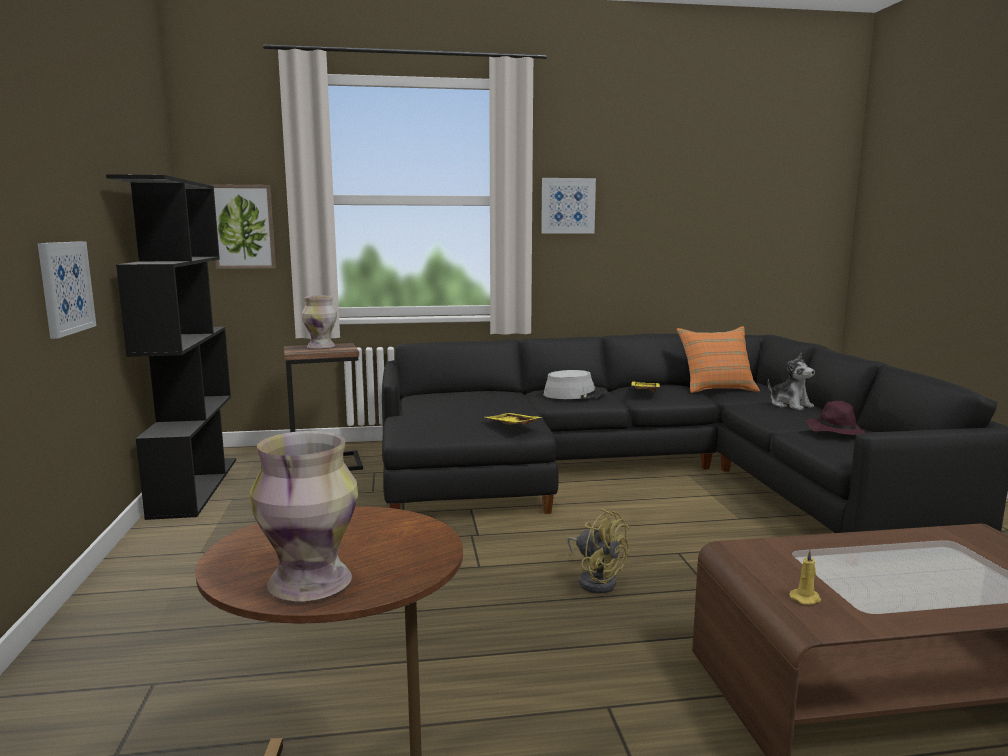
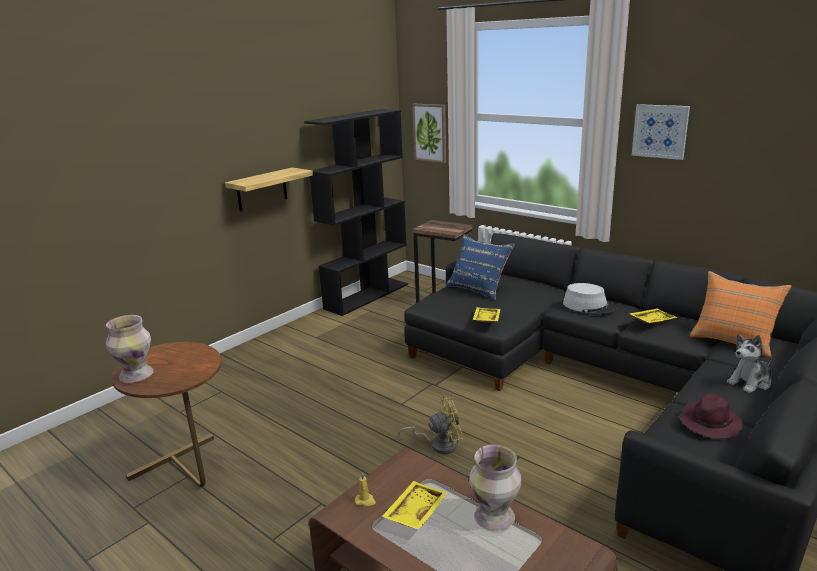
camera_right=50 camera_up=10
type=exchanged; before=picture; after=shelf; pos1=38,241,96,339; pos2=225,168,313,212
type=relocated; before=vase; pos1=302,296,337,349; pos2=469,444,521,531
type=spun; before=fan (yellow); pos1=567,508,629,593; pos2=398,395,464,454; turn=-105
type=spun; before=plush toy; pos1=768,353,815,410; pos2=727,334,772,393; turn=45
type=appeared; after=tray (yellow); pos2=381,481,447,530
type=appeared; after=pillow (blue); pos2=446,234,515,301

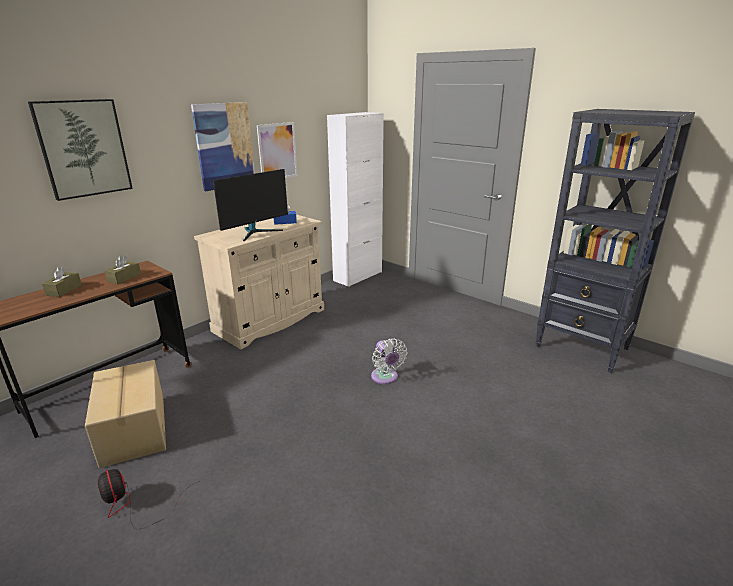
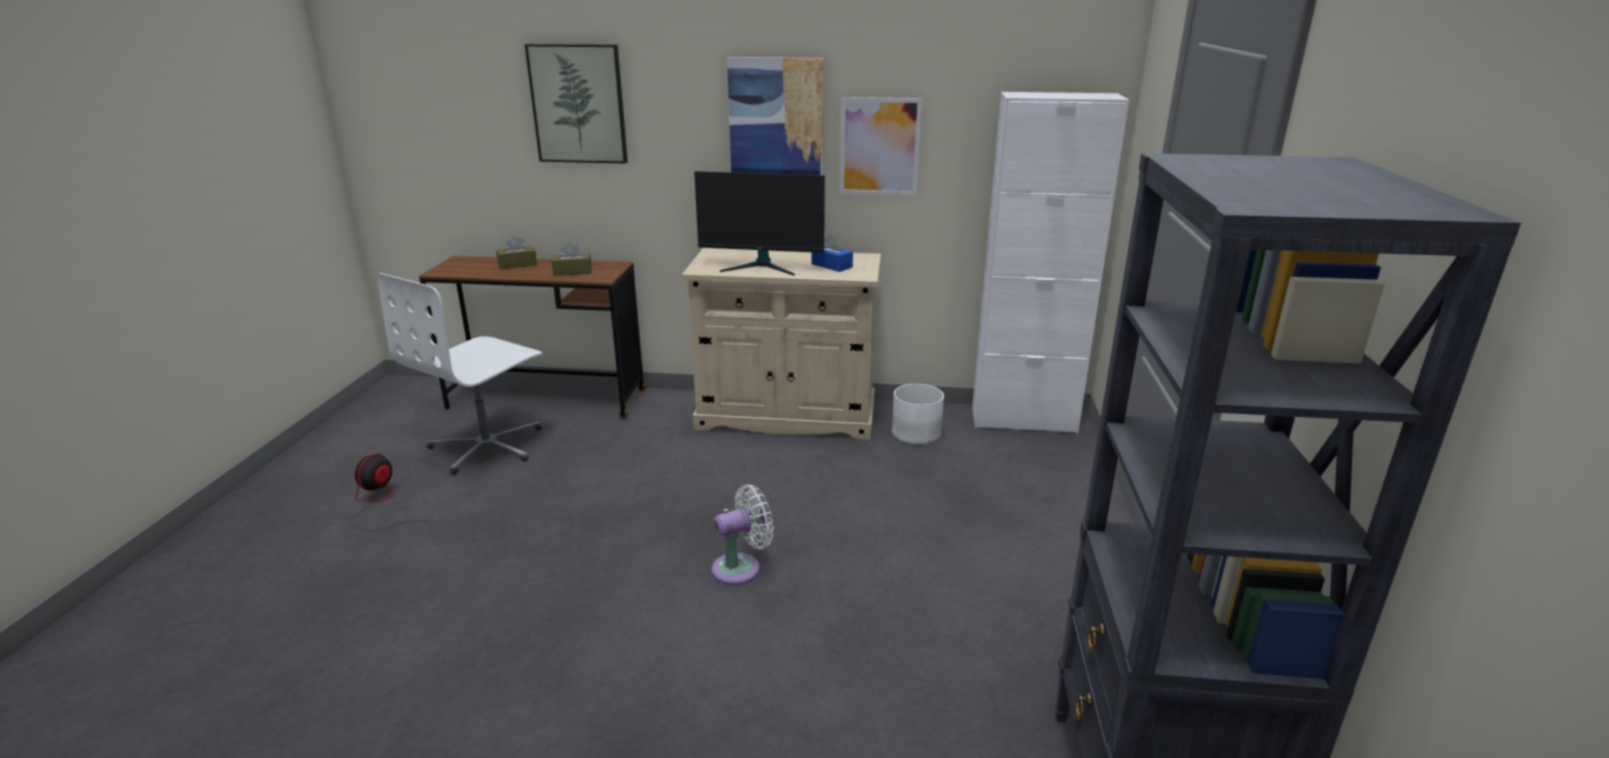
camera_right=55 camera_up=0
type=exchanged; before=cardboard box; after=office chair (white); pos1=85,360,166,468; pos2=378,273,542,475
type=spun; before=fan (white); pos1=371,339,407,384; pos2=712,484,774,585; turn=-150
type=appeared; after=planter (white); pos2=892,384,944,444

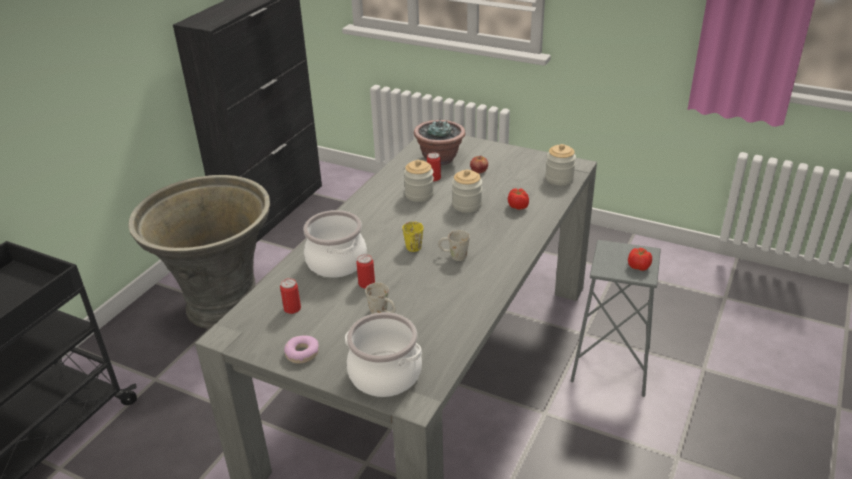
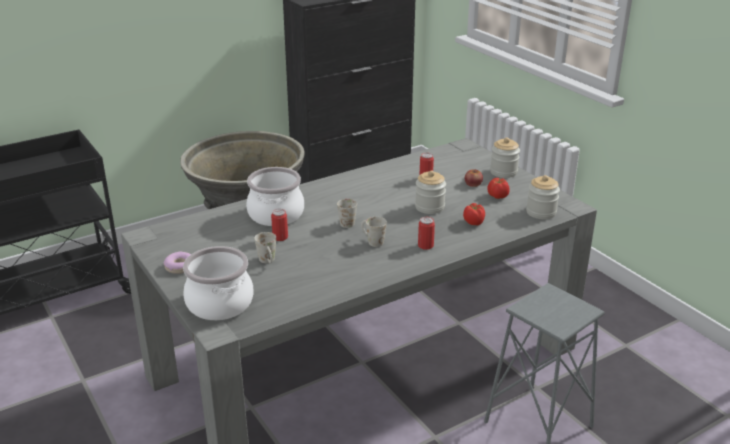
camera_right=30 camera_up=-5
type=relocated; before=can; pos1=280,278,301,314; pos2=418,217,435,250
type=colour; before=mug (yellow); after=mug (white); pos1=402,221,423,252; pos2=337,199,357,228
type=relocated; before=jar; pos1=404,160,434,202; pos2=490,137,520,178
type=missing; before=potted plant; pos1=414,119,465,165
type=relocated; before=tomato; pos1=628,248,652,271; pos2=487,178,510,199

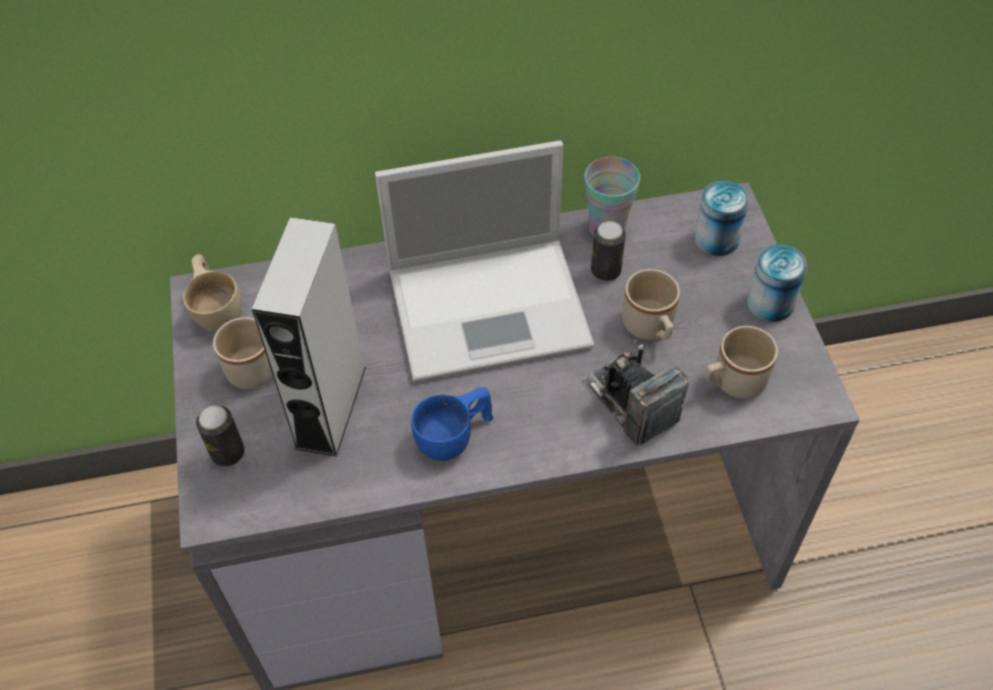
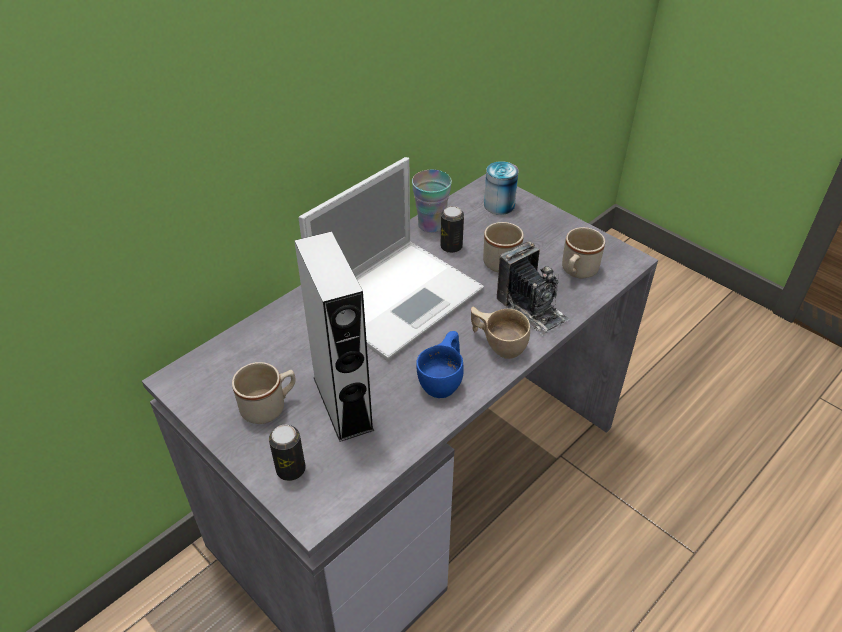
camera_right=-35 camera_up=-10
type=relocated; before=cup (beige); pos1=183,254,242,333; pos2=471,306,530,359
type=spun; before=photo camera; pos1=583,340,689,446; pos2=497,242,570,336; turn=-150
type=missing; before=can; pos1=747,244,807,322

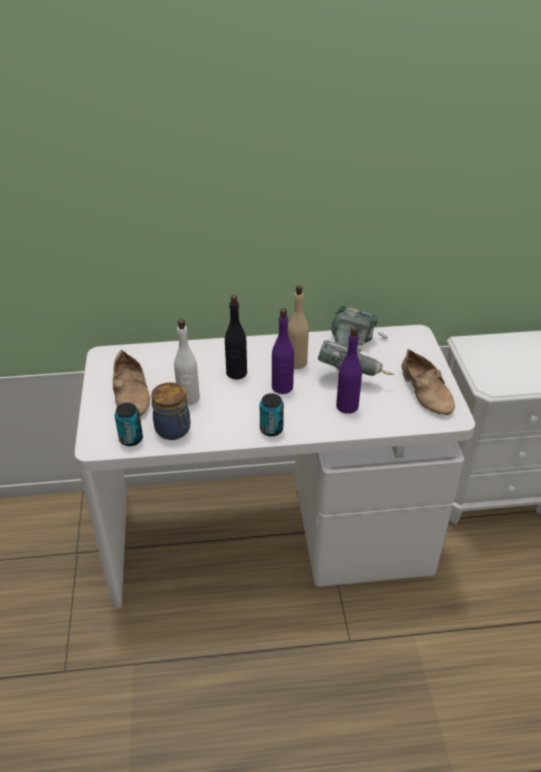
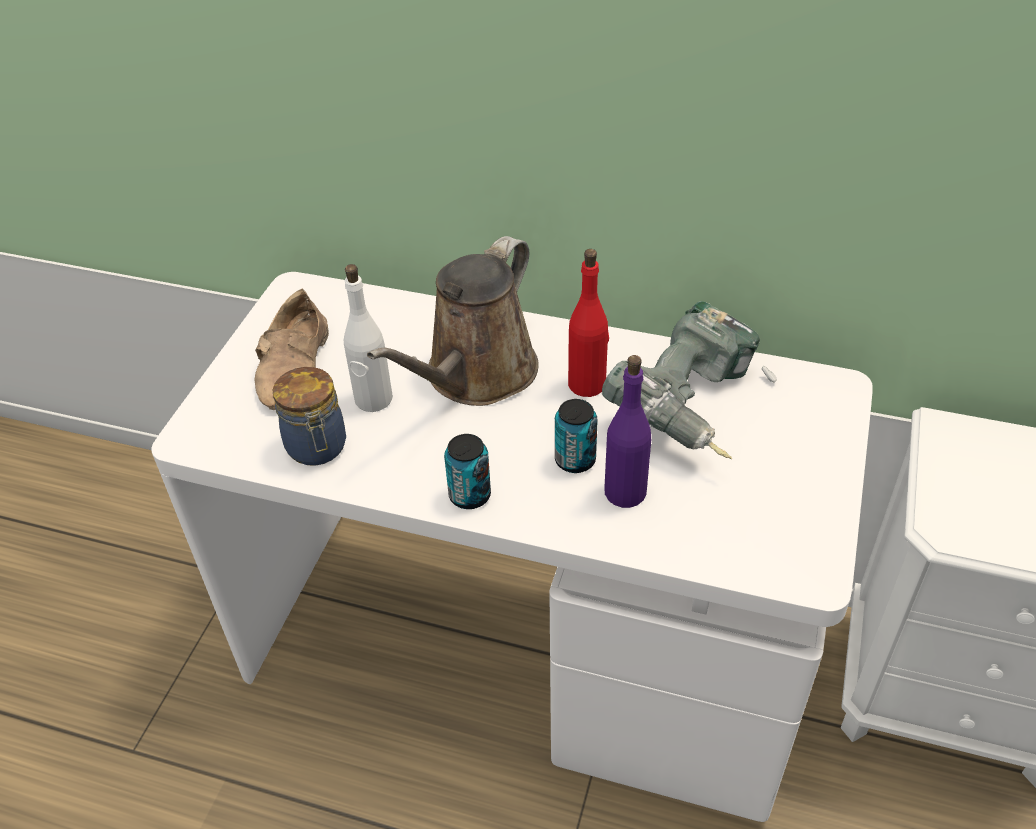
camera_right=25 camera_up=5
type=relocated; before=can; pos1=115,403,143,446; pos2=555,399,598,473
type=exchanged; before=bottle (black); after=watering can (brown); pos1=225,295,247,379; pos2=367,236,539,406
type=missing; before=bottle (purple); pos1=272,308,294,394
type=colour; before=bottle (beige); after=bottle (red); pos1=288,285,309,369; pos2=568,249,609,397
type=missing; before=shoe (beige); pos1=402,349,455,415

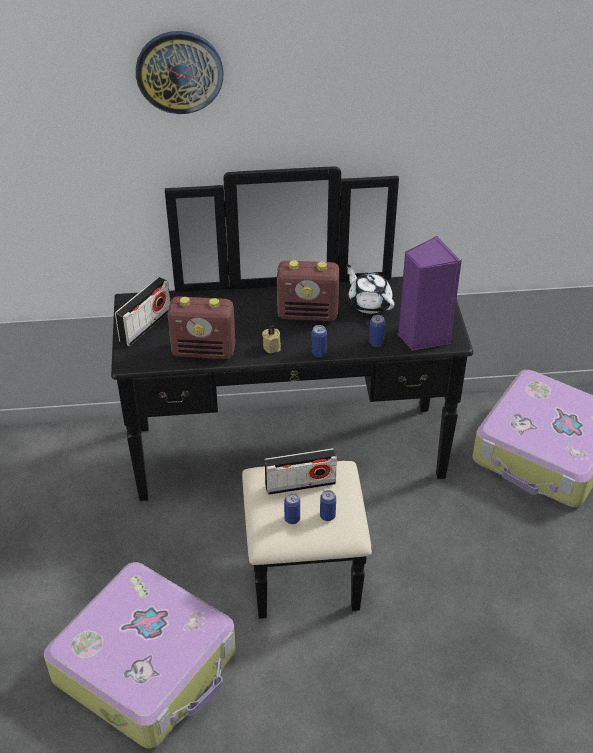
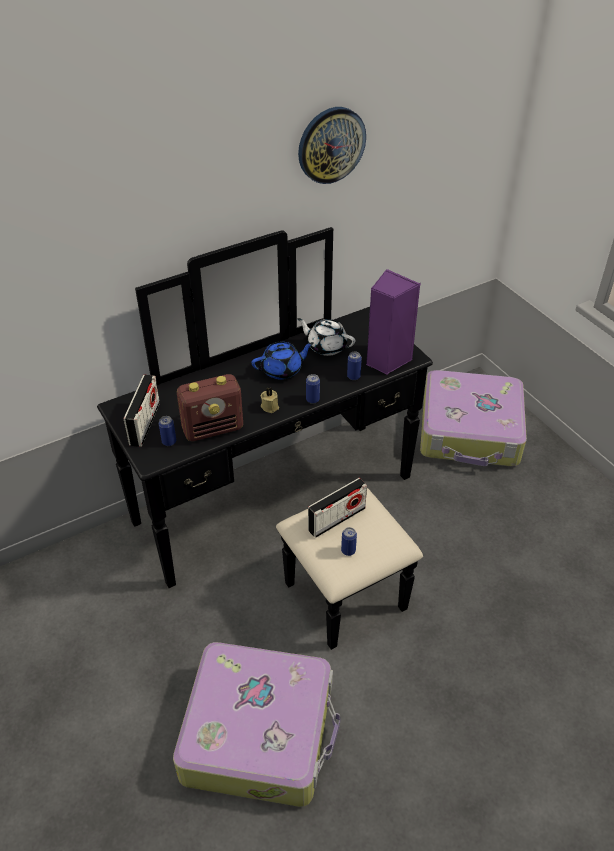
camera_right=-25 camera_up=0
type=relocated; before=wall clock; pos1=136,31,224,114; pos2=298,107,366,184
type=exchanged; before=radio; after=teapot (blue); pos1=277,260,340,321; pos2=252,342,314,379
type=relocated; before=can; pos1=320,490,336,521; pos2=159,416,176,446

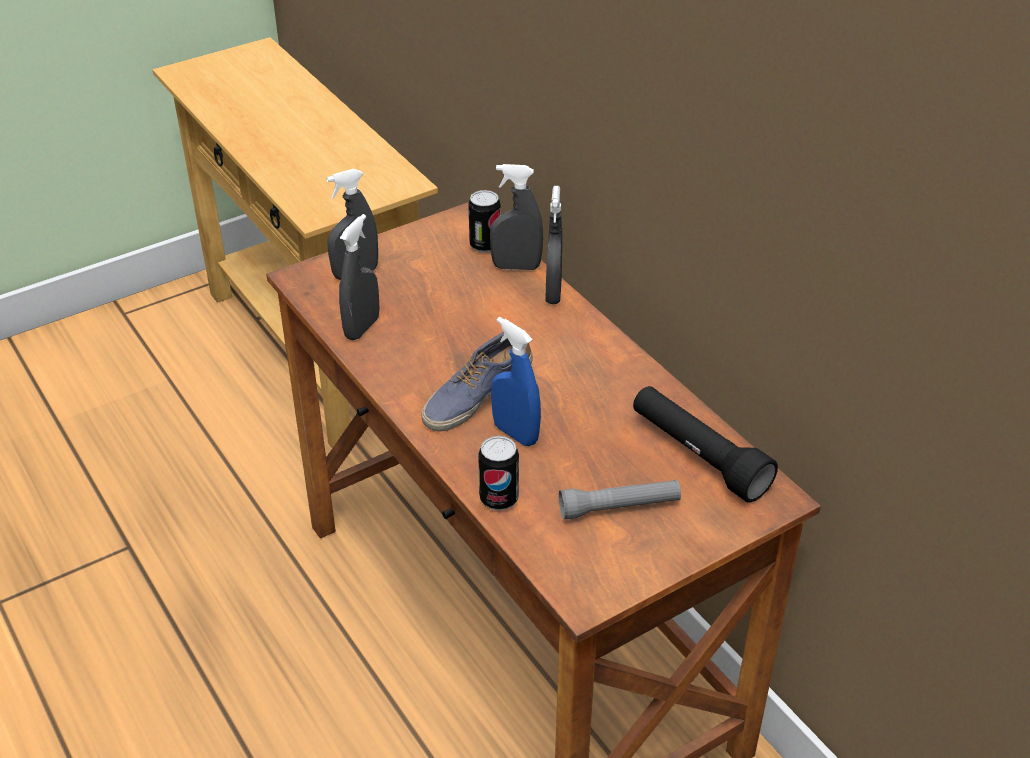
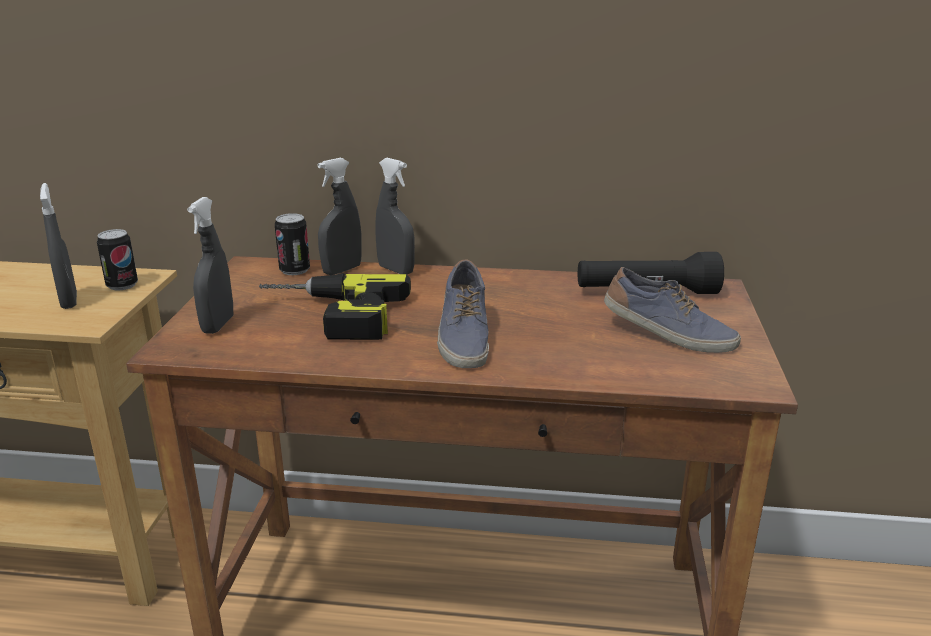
camera_right=-50 camera_up=-15
type=relocated; before=spray bottle (grey); pos1=339,214,379,340; pos2=40,183,77,309
type=relocated; before=can; pos1=478,436,519,511; pos2=97,229,138,291
type=missing; before=spray bottle (blue); pos1=491,317,541,446
type=exchanged; before=flashlight (grey); after=shoe; pos1=559,480,681,520; pos2=604,267,741,353
type=appeared; after=power drill; pos2=259,273,411,340

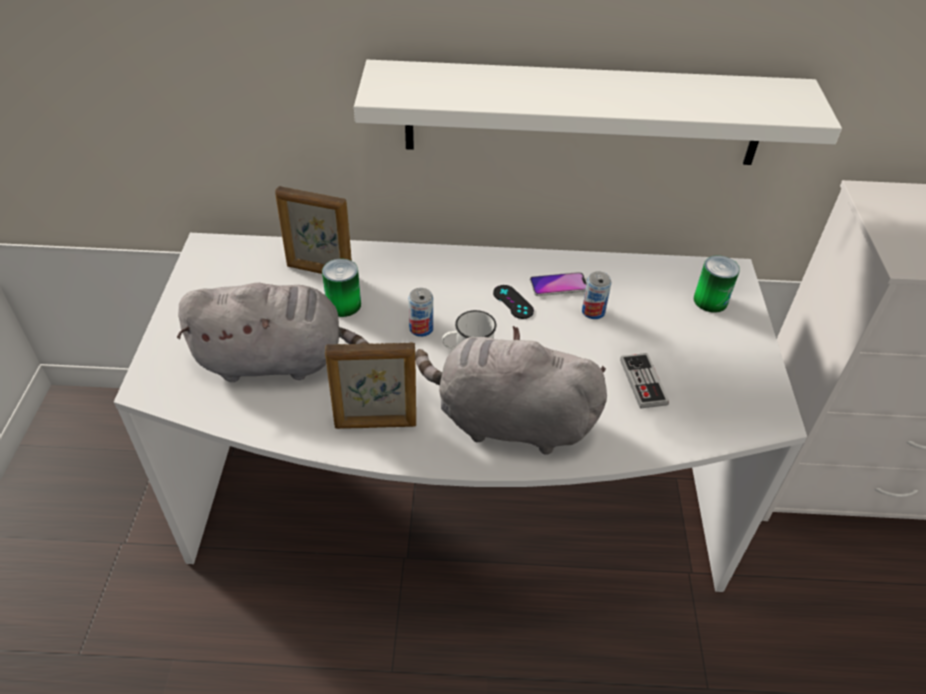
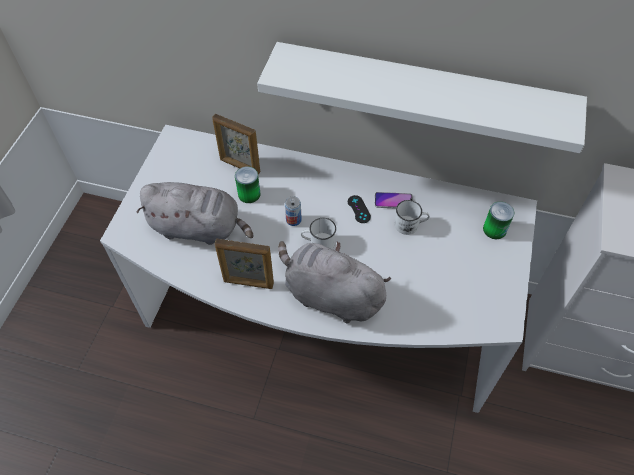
camera_right=15 camera_up=10
type=exchanged; before=can; after=mug (white); pos1=582,271,611,319; pos2=395,200,430,235
type=missing; before=game controller; pos1=620,353,669,409

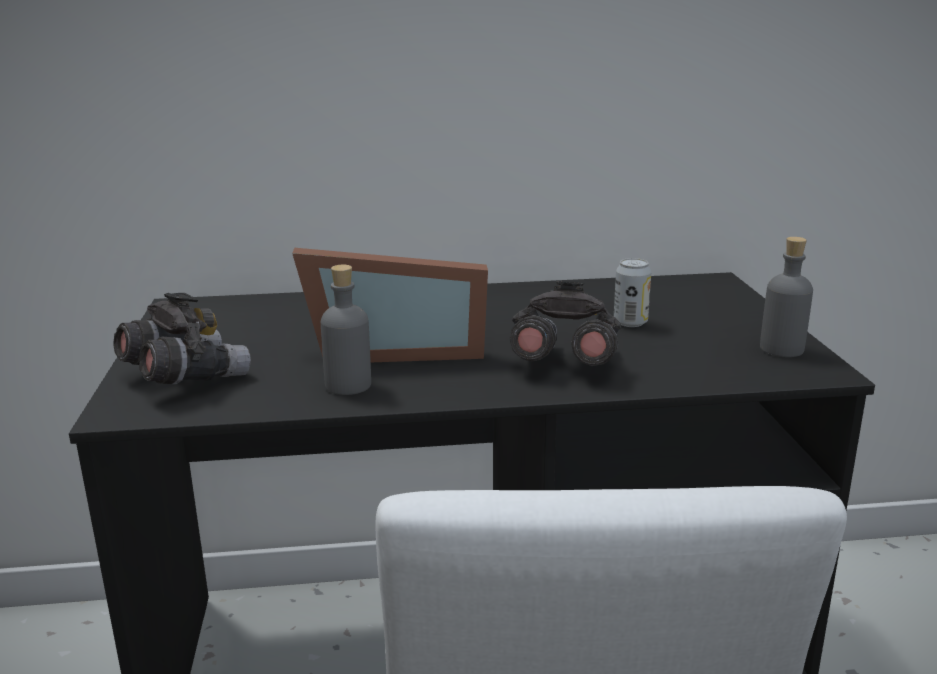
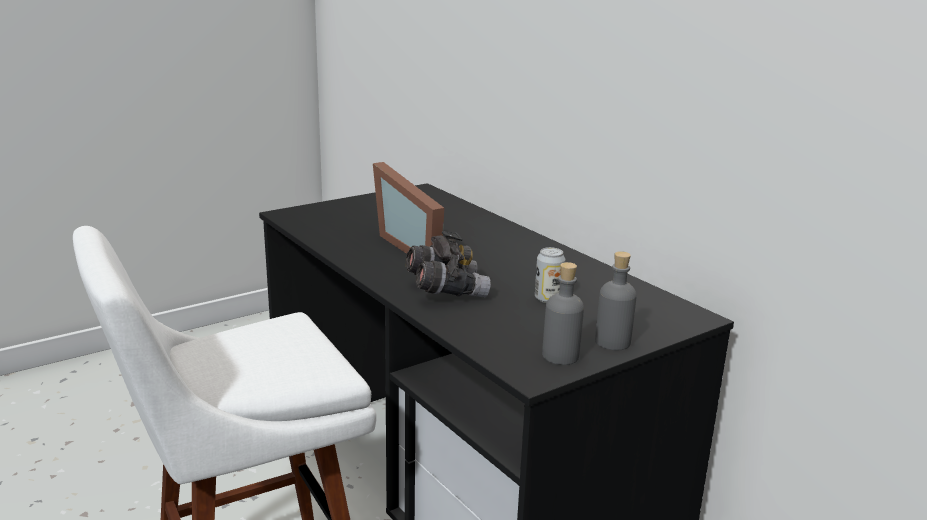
camera_right=60 camera_up=0
type=missing; before=binoculars (grey); pos1=113,293,251,384
type=relocated; before=bottle (grey); pos1=321,265,371,395; pos2=595,251,637,350

